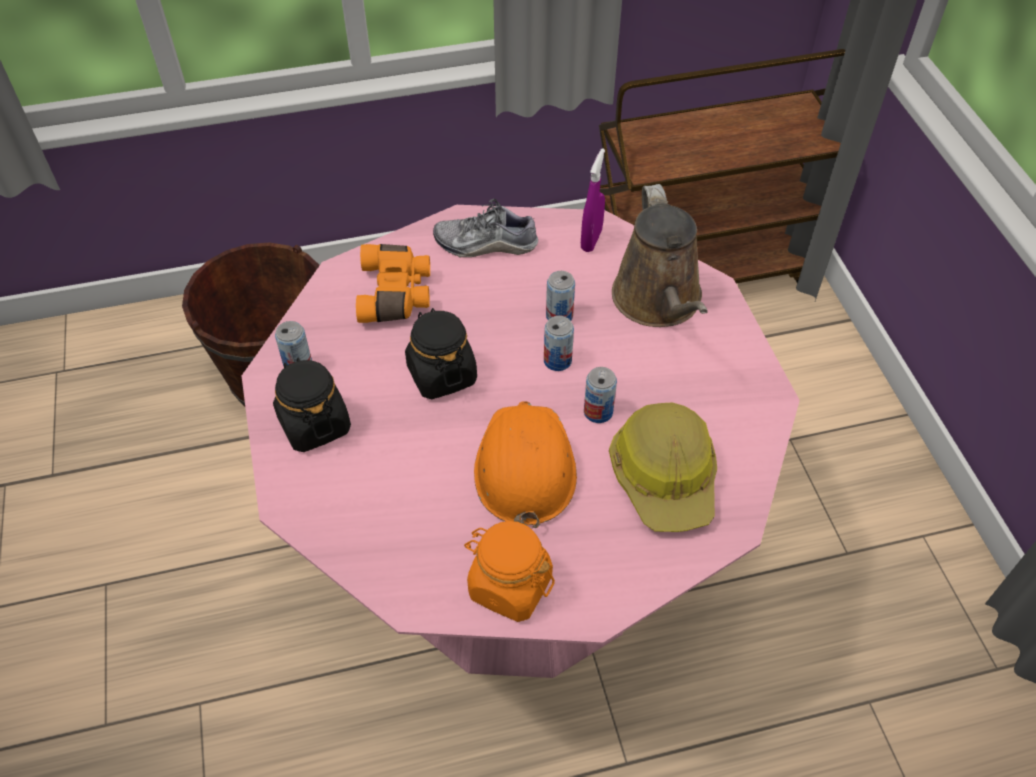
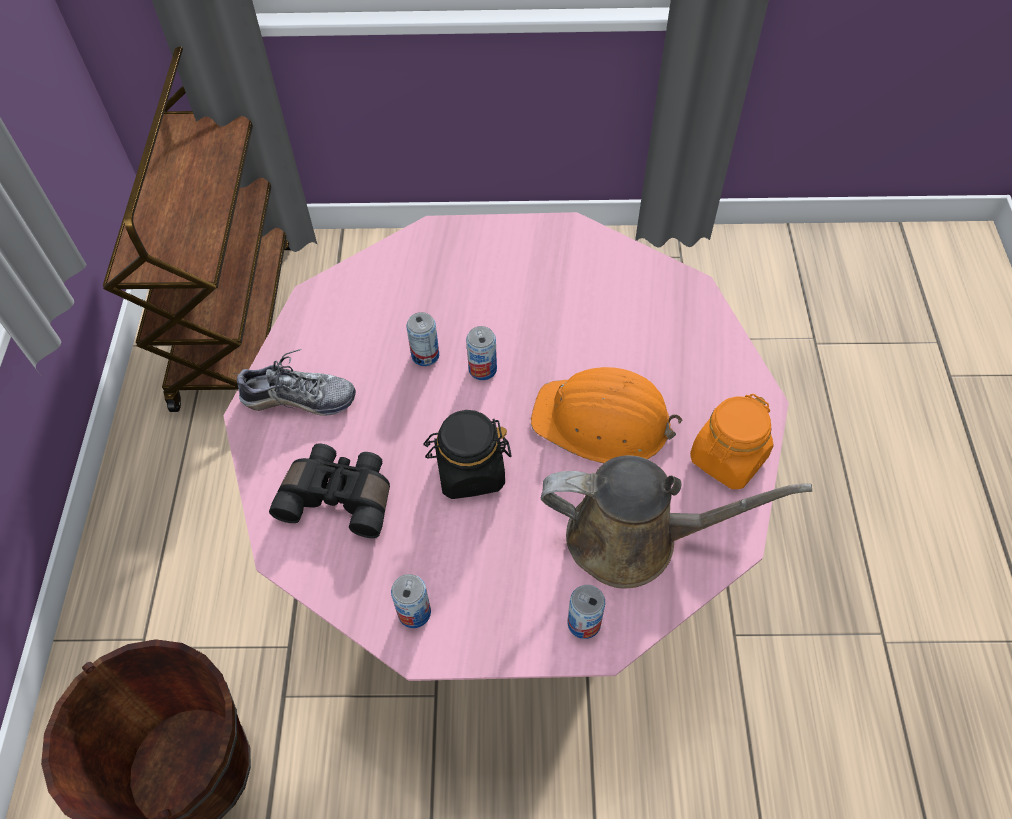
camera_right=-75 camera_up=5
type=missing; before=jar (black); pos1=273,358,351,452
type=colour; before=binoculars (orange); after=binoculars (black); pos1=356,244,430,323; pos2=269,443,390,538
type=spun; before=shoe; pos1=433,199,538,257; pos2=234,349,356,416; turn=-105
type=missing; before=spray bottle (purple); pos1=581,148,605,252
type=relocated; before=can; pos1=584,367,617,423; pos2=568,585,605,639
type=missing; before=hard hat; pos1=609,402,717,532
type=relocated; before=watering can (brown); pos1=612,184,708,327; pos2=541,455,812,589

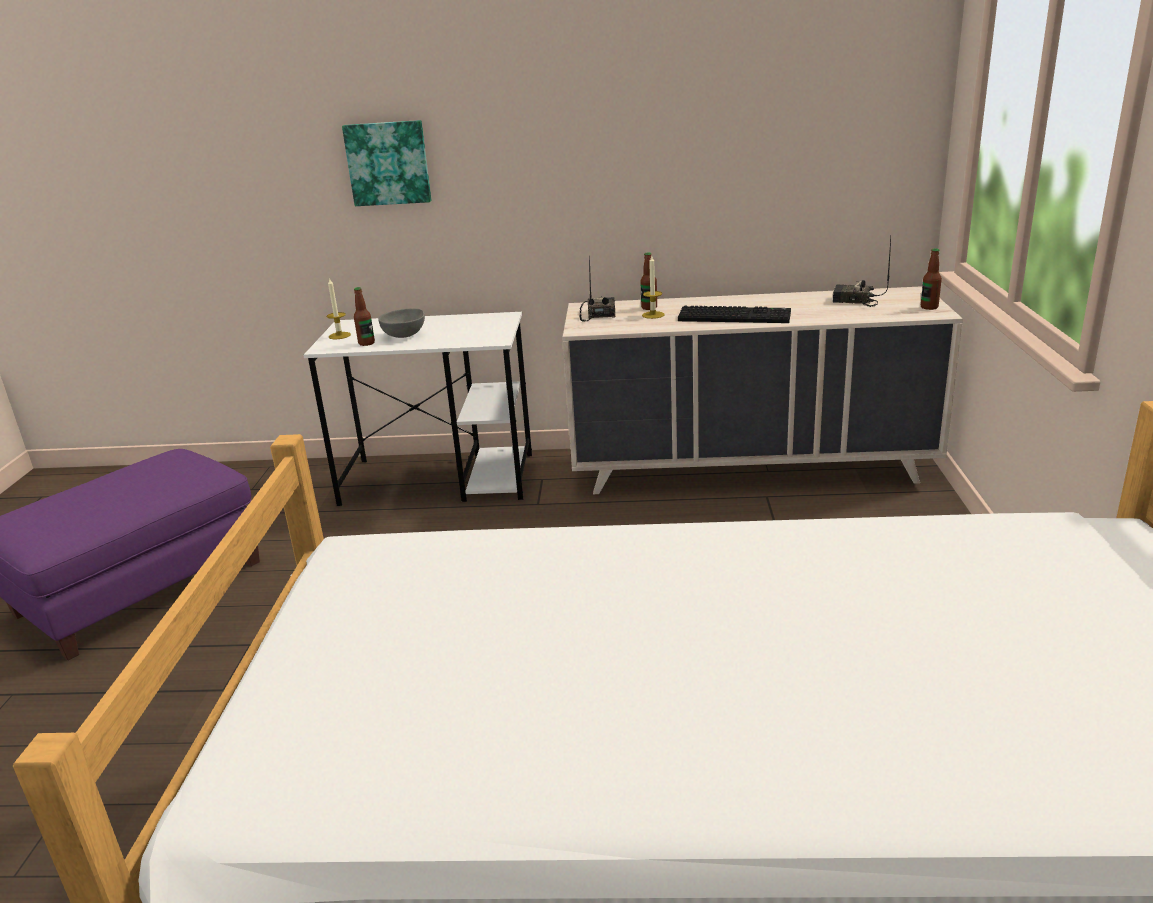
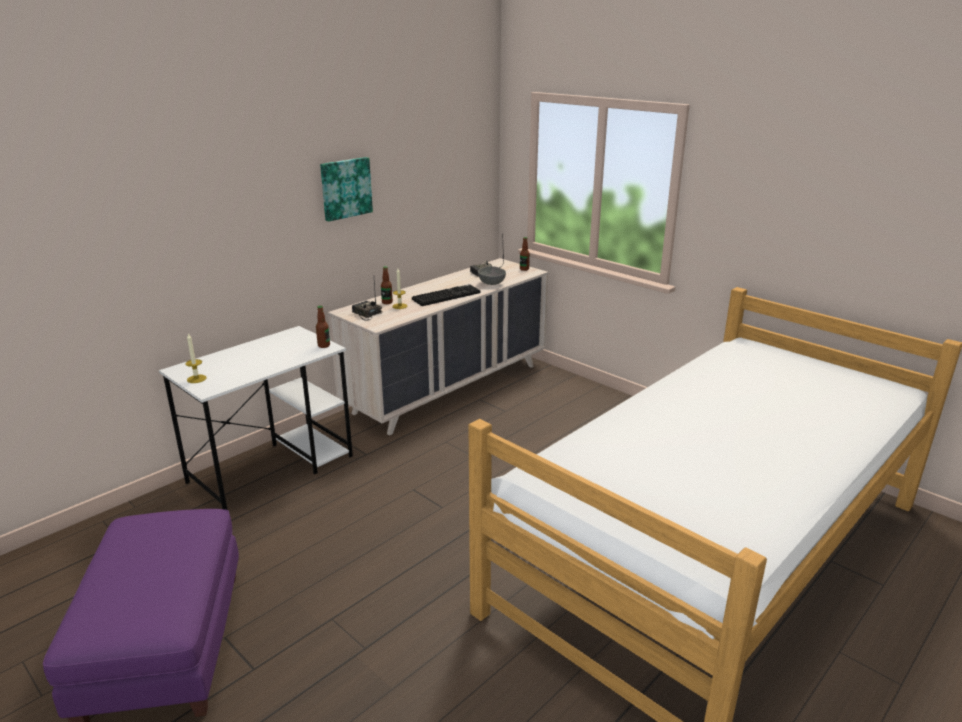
camera_right=-50 camera_up=0
type=relocated; before=picture; pos1=342,120,432,206; pos2=320,157,373,221
type=relocated; before=bottle; pos1=354,287,375,346; pos2=316,306,330,348
type=relocated; before=bowl (grey); pos1=379,308,425,338; pos2=478,266,506,285

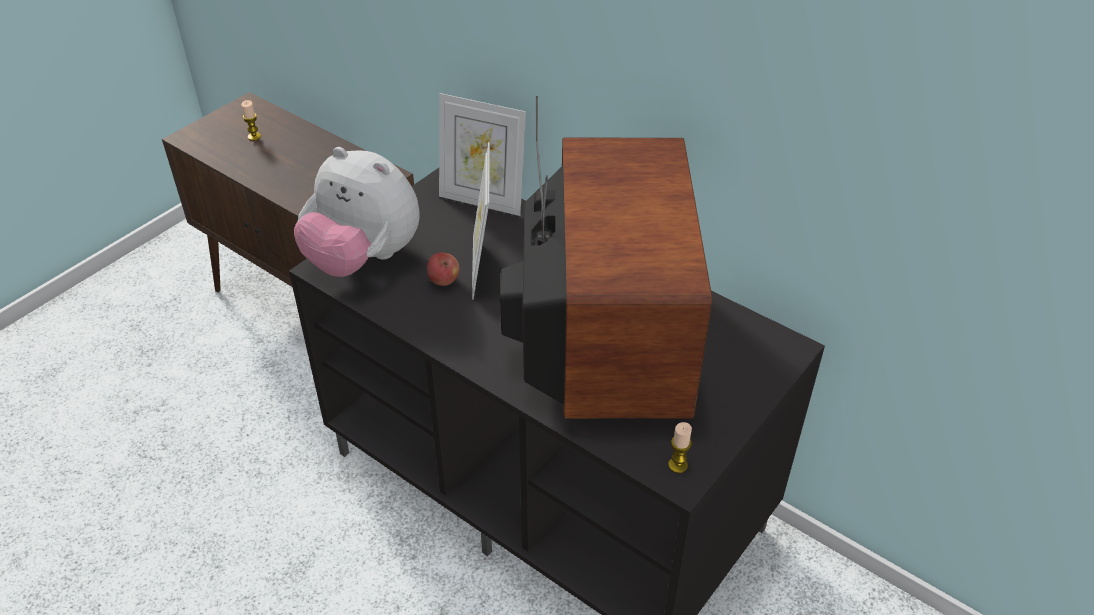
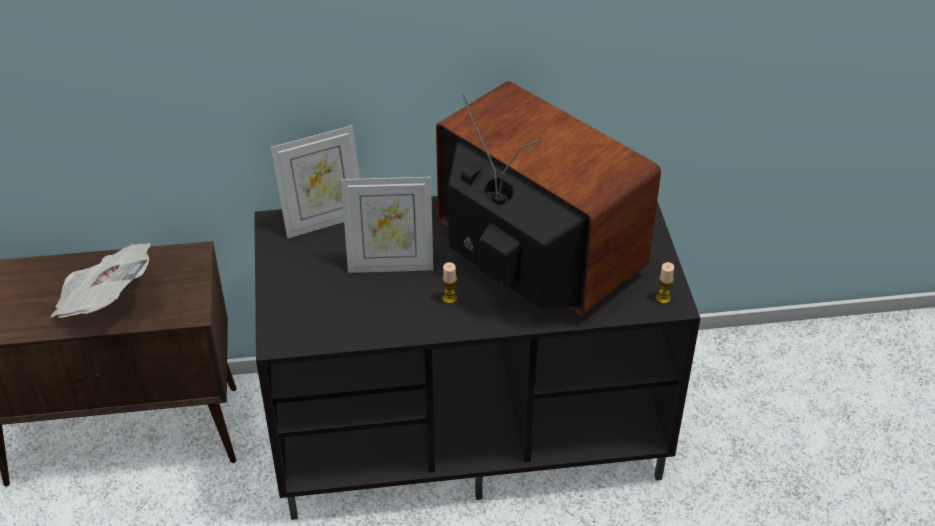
camera_right=-45 camera_up=0
type=relocated; before=candle; pos1=241,100,261,141; pos2=442,262,457,304
type=missing; before=plush toy; pos1=294,147,420,277
type=missing; before=apple; pos1=427,253,459,286
type=spun; before=picture frame; pos1=472,142,490,300; pos2=341,177,433,273; turn=-45
type=appeared; after=newspaper; pos2=51,243,151,318

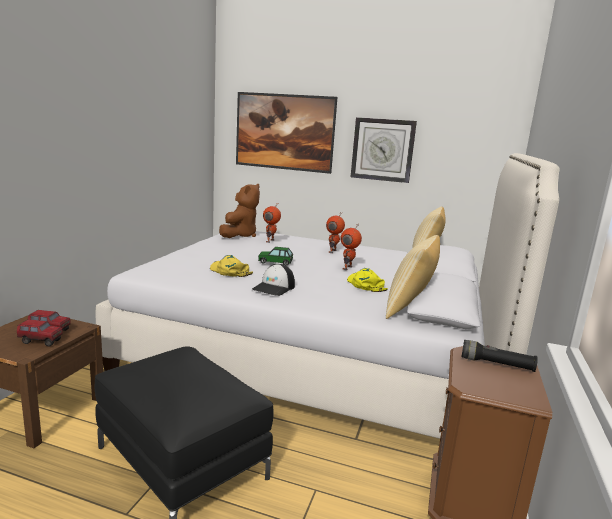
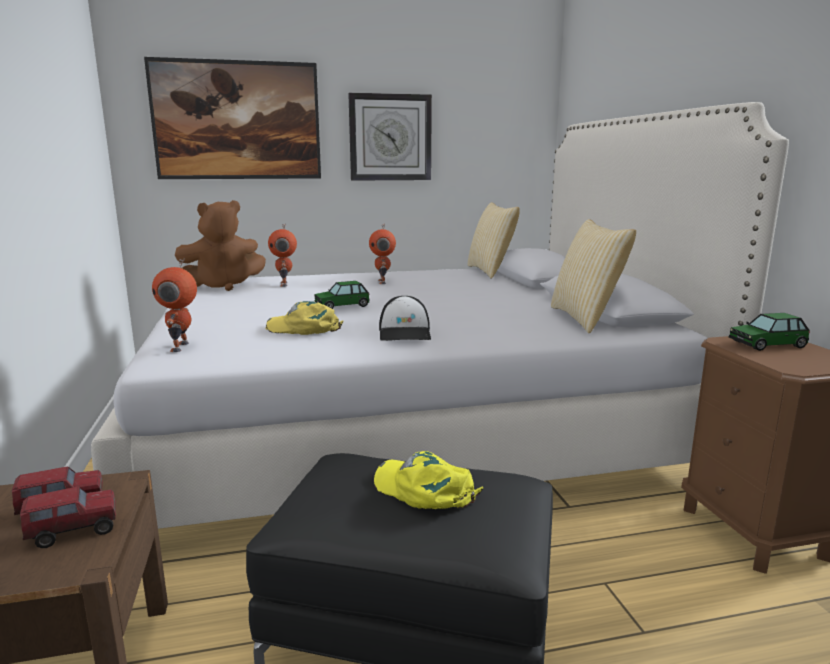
camera_right=-30 camera_up=0
type=spun; before=plush toy (brown); pos1=219,184,260,238; pos2=175,200,266,291; turn=75
type=relocated; before=toy robot; pos1=340,224,362,270; pos2=152,258,197,352
type=relocated; before=cap (yellow); pos1=347,268,388,292; pos2=374,451,483,509
type=exchanged; before=flashlight (black); after=toy car; pos1=461,340,538,372; pos2=729,313,810,351

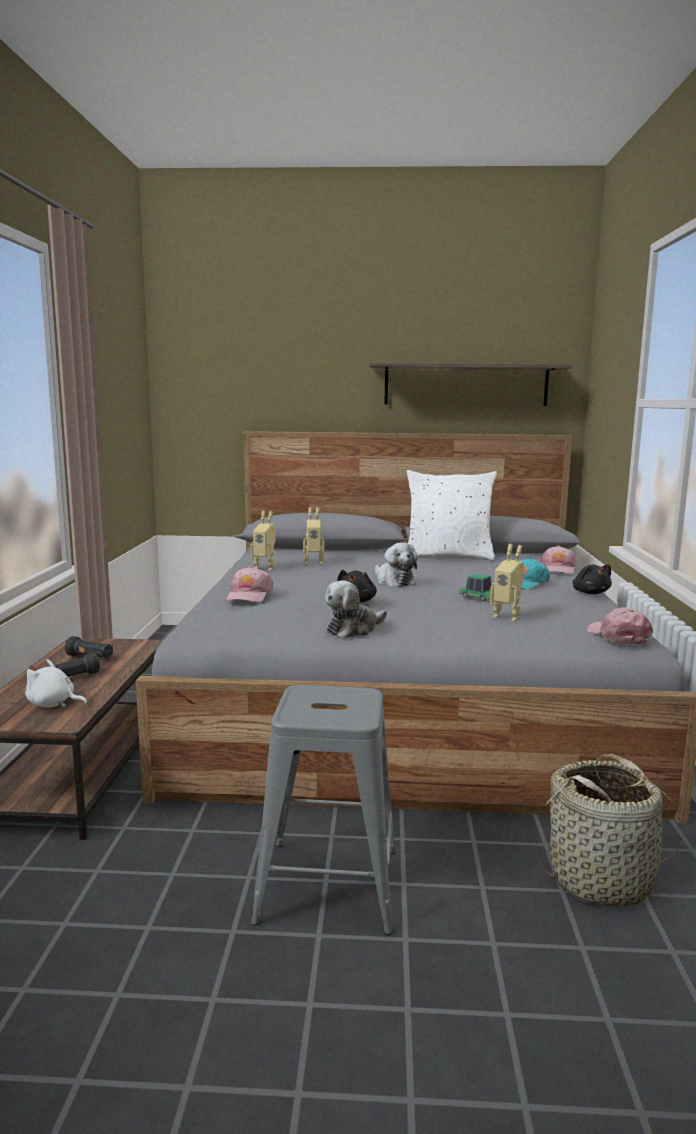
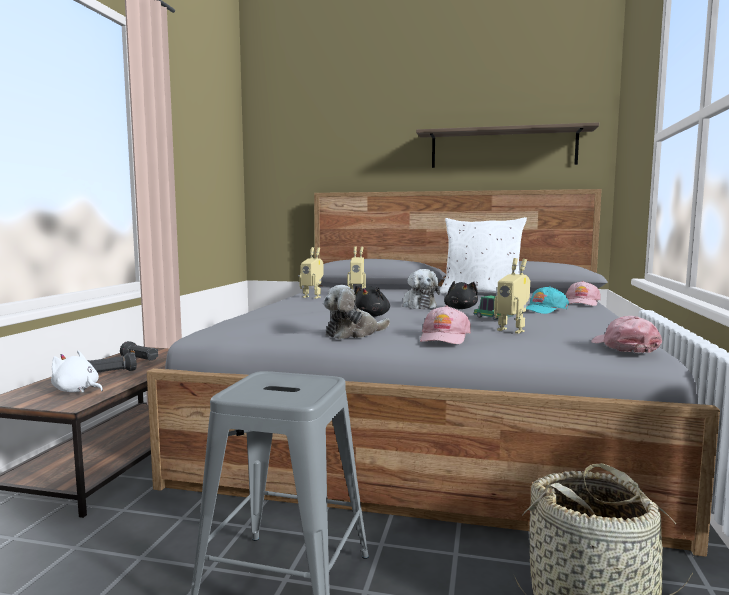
camera_right=10 camera_up=-5
type=relocated; before=cap (pink); pos1=226,566,273,602; pos2=420,305,471,344
type=relocated; before=plush toy (black); pos1=573,564,612,594; pos2=444,281,478,309

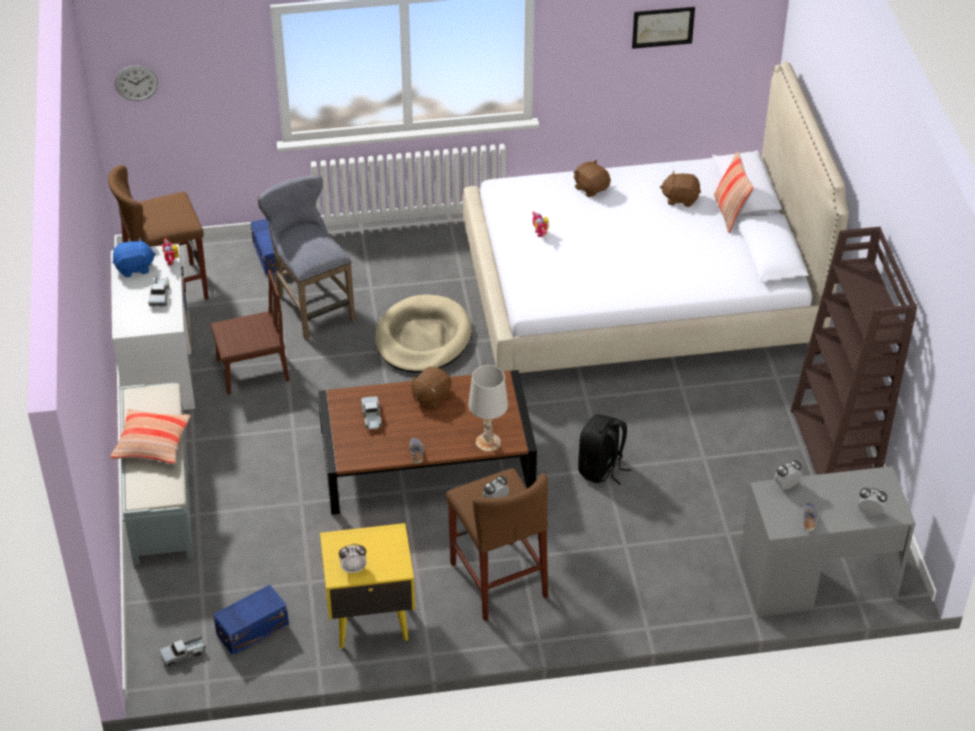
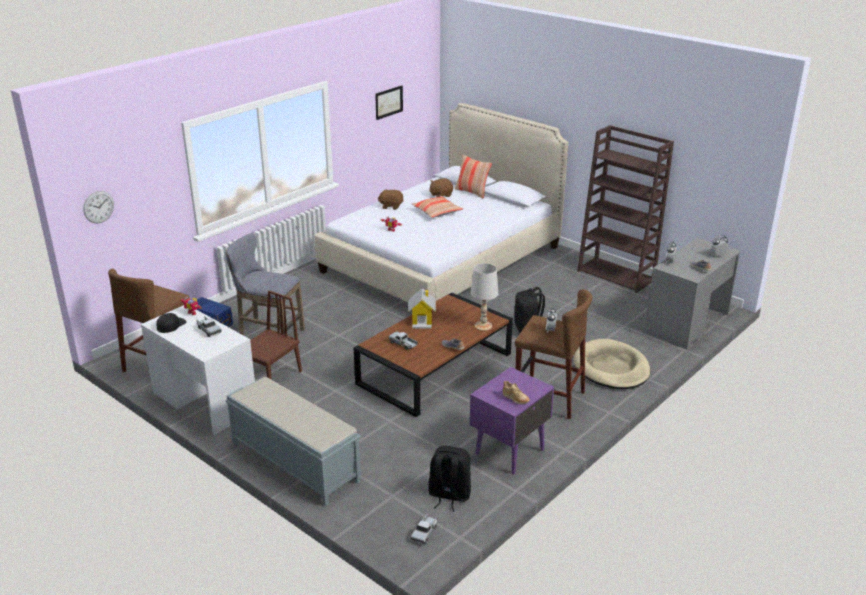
camera_right=-40 camera_up=-15
type=relocated; before=pillow; pos1=110,409,191,464; pos2=411,196,463,218
type=exchanged; before=plush toy (blue); after=cap (black); pos1=113,238,156,277; pos2=156,313,186,333
type=exchanged; before=storage box (blue); after=backpack (black); pos1=213,585,289,656; pos2=429,446,471,512
type=colour; before=nightstand (yellow); after=nightstand (purple); pos1=320,523,415,649; pos2=470,367,554,475
type=exchanged; before=alarm clock; after=shoe (beige); pos1=339,544,367,573; pos2=503,381,530,404
type=relocated; before=dog bed (beige); pos1=375,294,472,373; pos2=574,339,650,389
type=exchanged; before=plush toy (brown); after=toy house; pos1=410,367,452,408; pos2=408,288,436,328

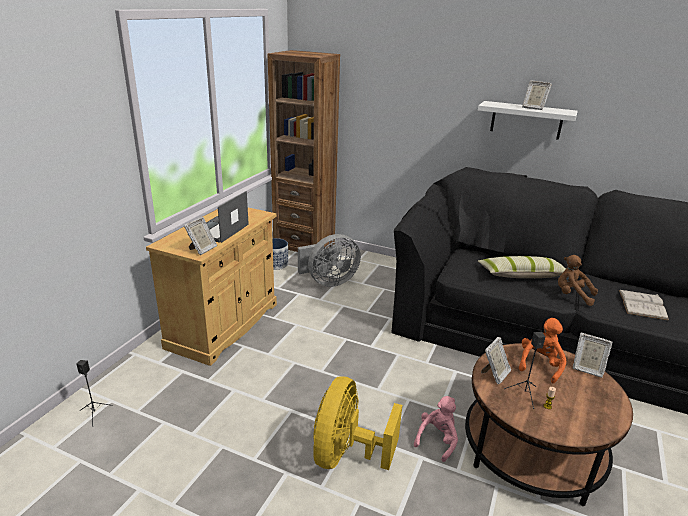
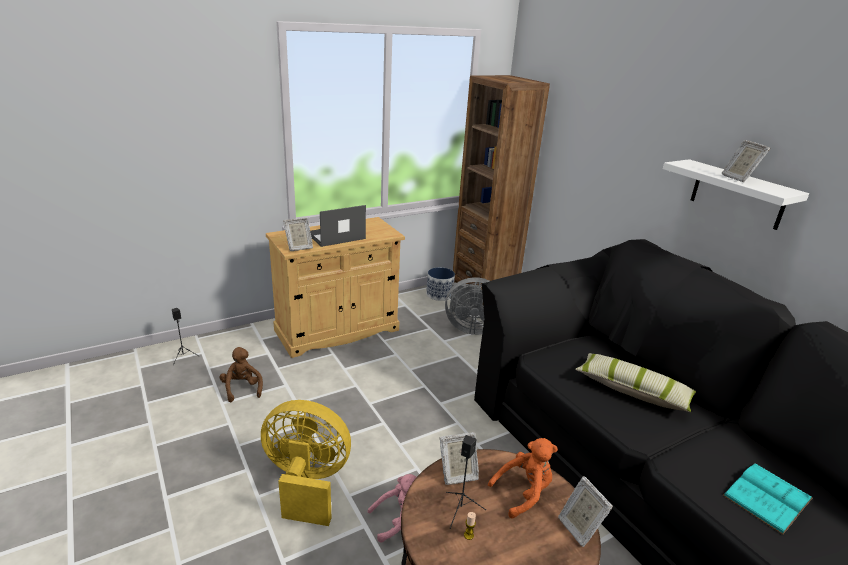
camera_right=35 camera_up=0
type=spun; before=fan (yellow); pos1=313,376,402,470; pos2=261,400,351,526; turn=45
type=relocated; before=plush toy (brown); pos1=558,255,598,306; pos2=220,347,263,402
type=colour; before=book (white); after=book (turquoise); pos1=619,290,669,321; pos2=723,463,813,535

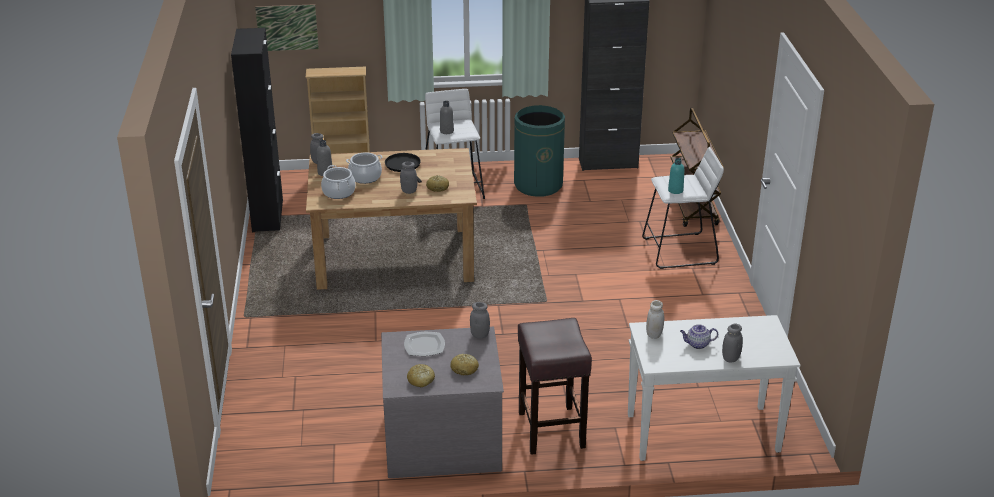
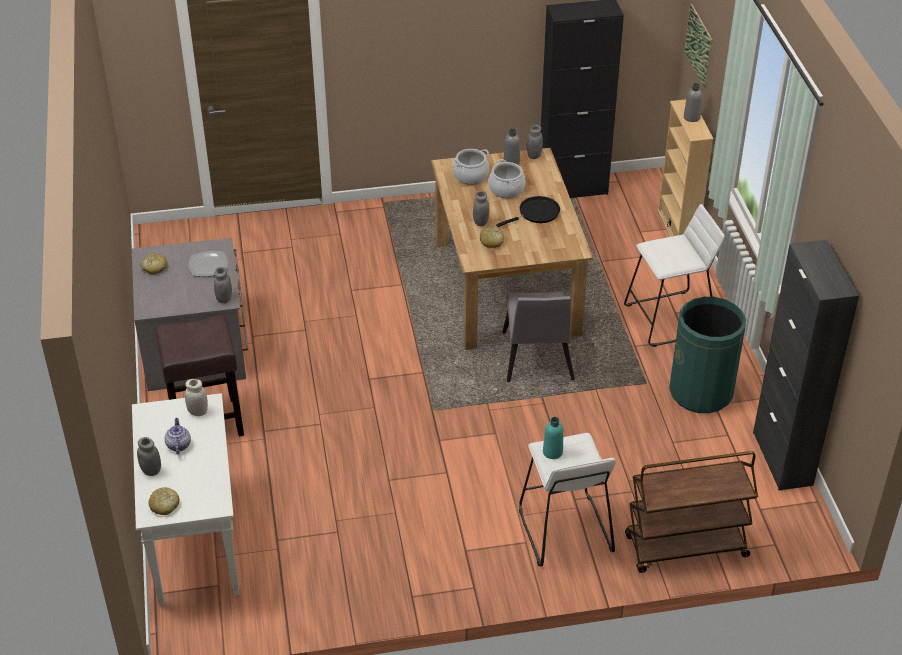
camera_right=85 camera_up=10
type=relocated; before=bottle (grey); pos1=440,101,454,134; pos2=684,83,702,122
type=relocated; before=bread; pos1=450,354,479,376; pos2=148,487,180,515
type=appeared; after=chair (grey); pos2=503,292,575,382

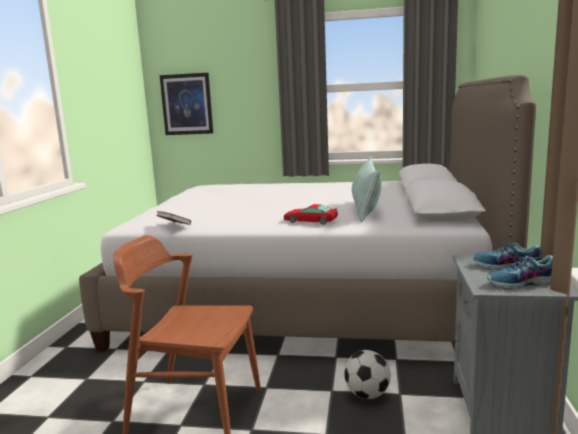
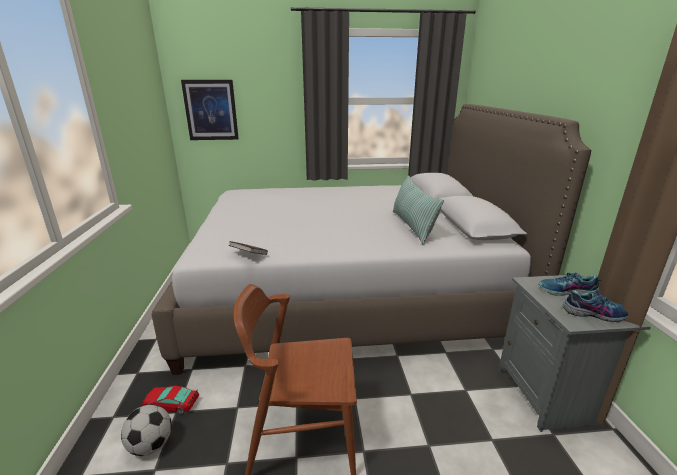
camera_right=-15 camera_up=10
type=relocated; before=toy car; pos1=284,204,338,225; pos2=142,386,199,414
type=relocated; before=football; pos1=344,350,391,399; pos2=121,405,172,456
type=spun; before=shoe; pos1=487,255,553,289; pos2=562,284,629,322; turn=-150

